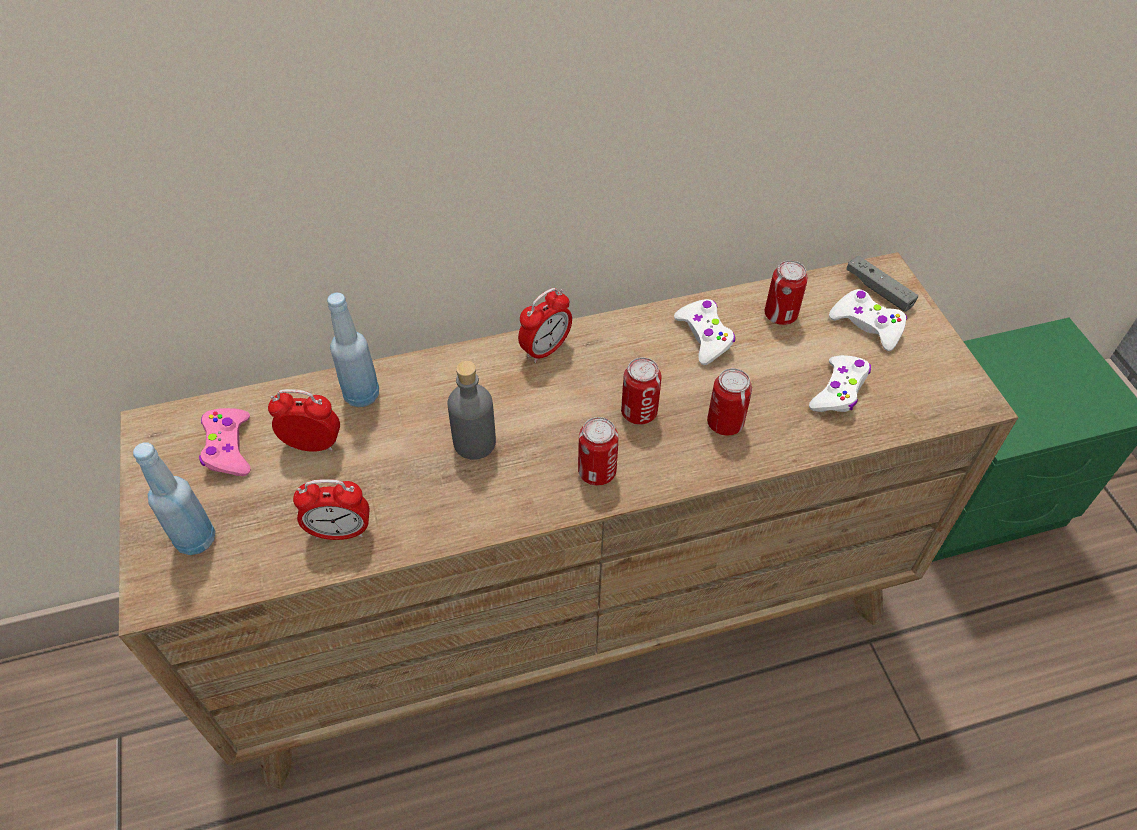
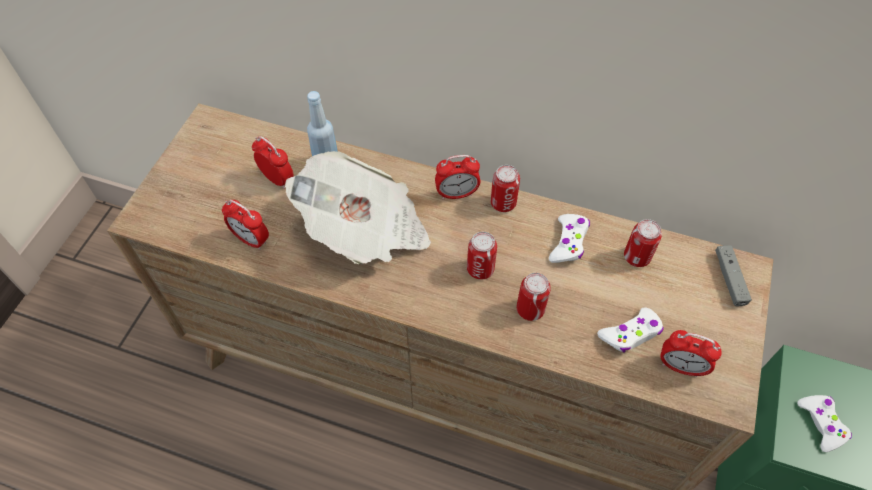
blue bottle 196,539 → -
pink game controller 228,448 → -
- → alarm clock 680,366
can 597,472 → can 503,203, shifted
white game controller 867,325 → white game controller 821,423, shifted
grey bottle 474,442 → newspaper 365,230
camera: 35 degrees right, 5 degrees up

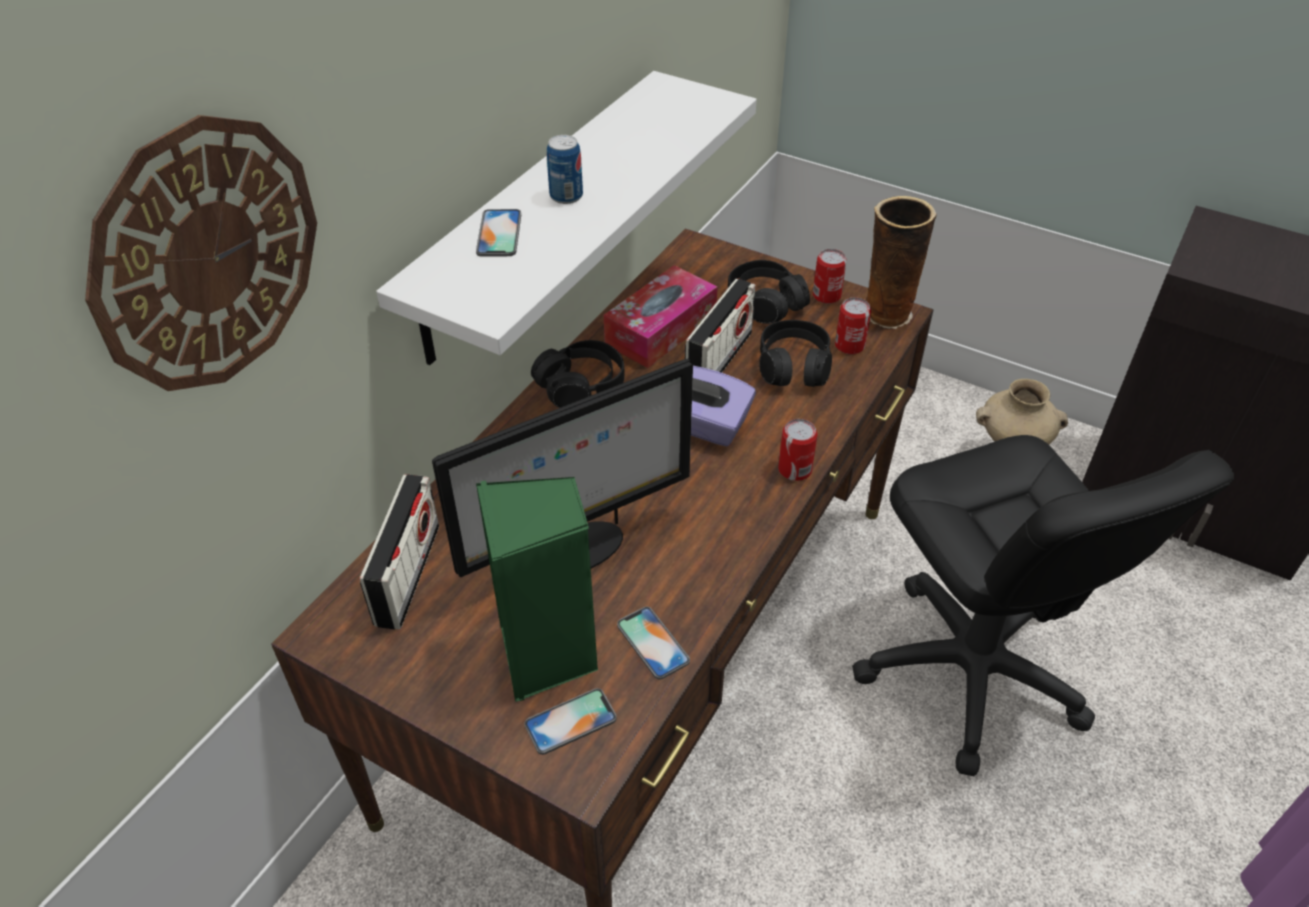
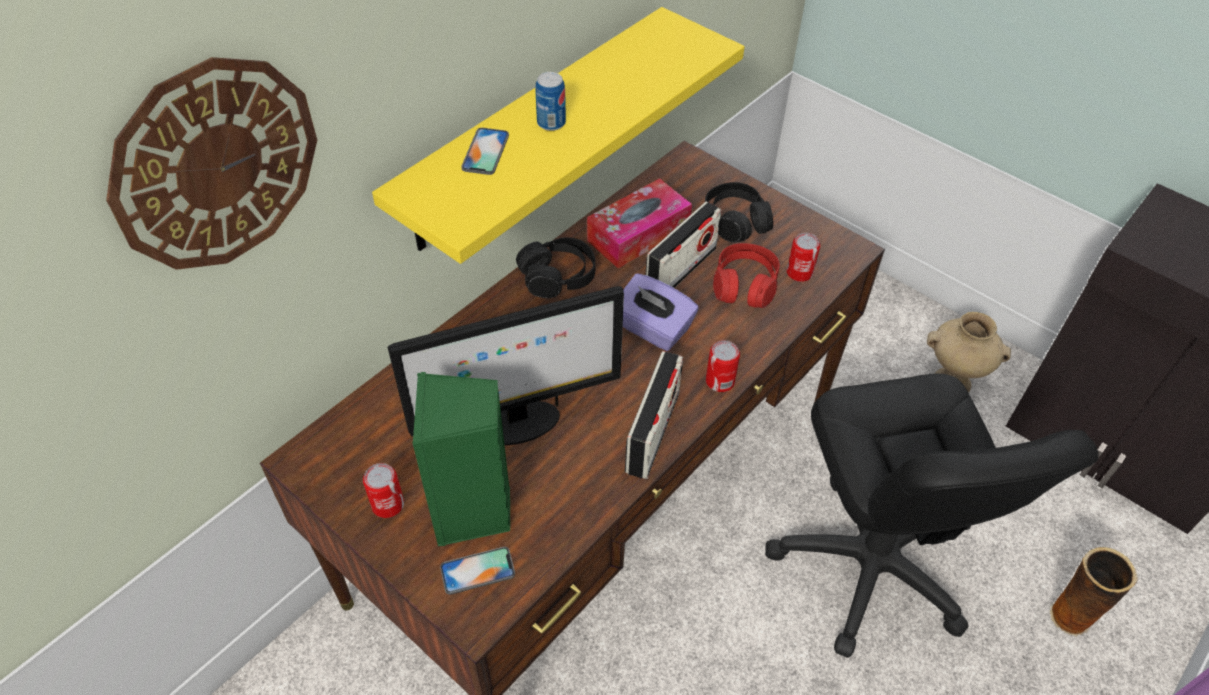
phone 653,643 → -
radio 408,574 → radio 652,432, shifted
can 826,295 → can 388,504, shifted
vase 885,314 → vase 1067,616, shifted
white shelf 537,215 → yellow shelf 533,129
black headphones 793,366 → red headphones 744,285
camera: 10 degrees right, 5 degrees up

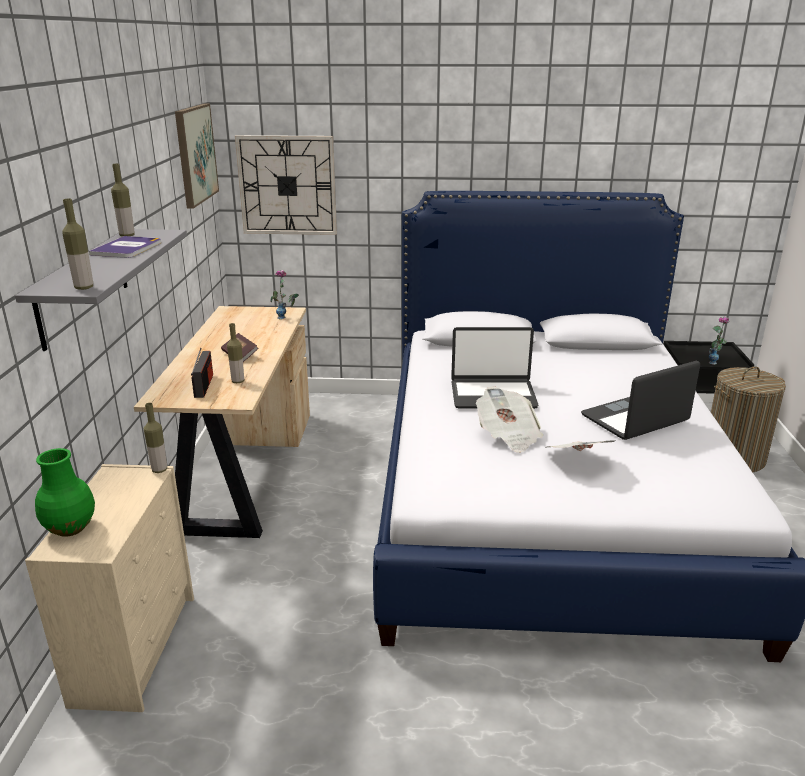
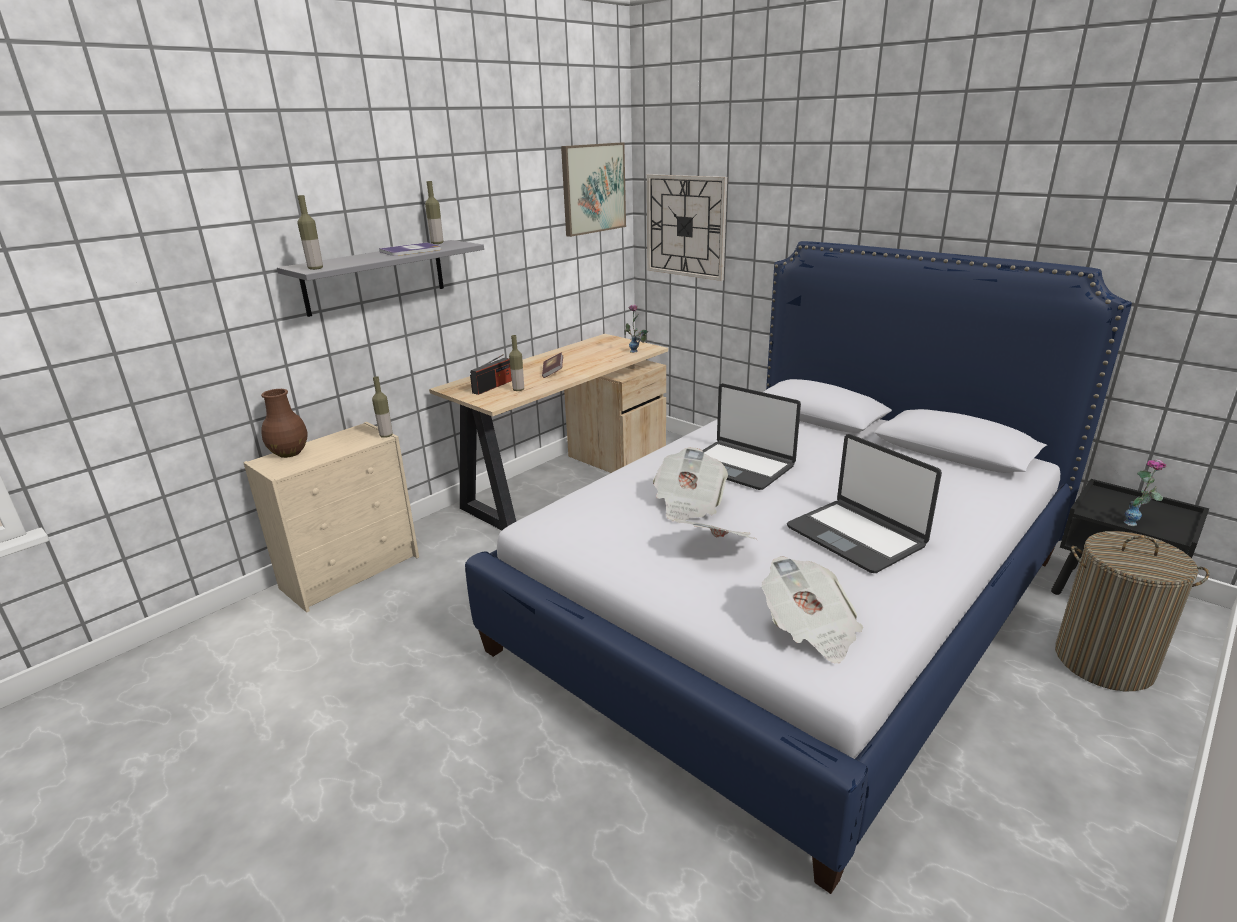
- → newspaper 810,630
green vase 69,528 → brown vase 288,453
laptop 635,419 → laptop 856,536, 135 degrees counterclockwise
camera: 40 degrees right, 0 degrees up

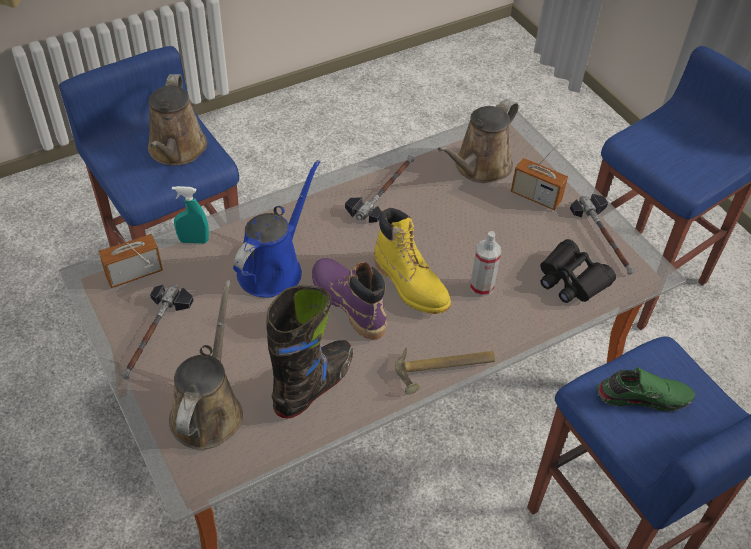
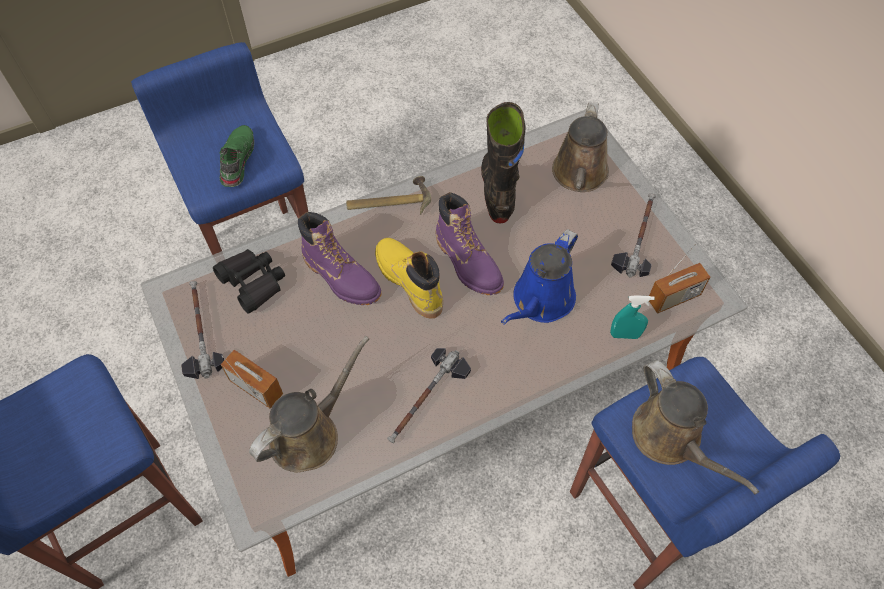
spray bottle 481,287 → purple boot 341,277
brown watering can 176,150 → brown watering can 671,438, 150 degrees clockwise
black boot 314,385 → black boot 497,192, 135 degrees clockwise
green shoe 643,395 → green shoe 236,160, 90 degrees clockwise
camera: 175 degrees left, 10 degrees up

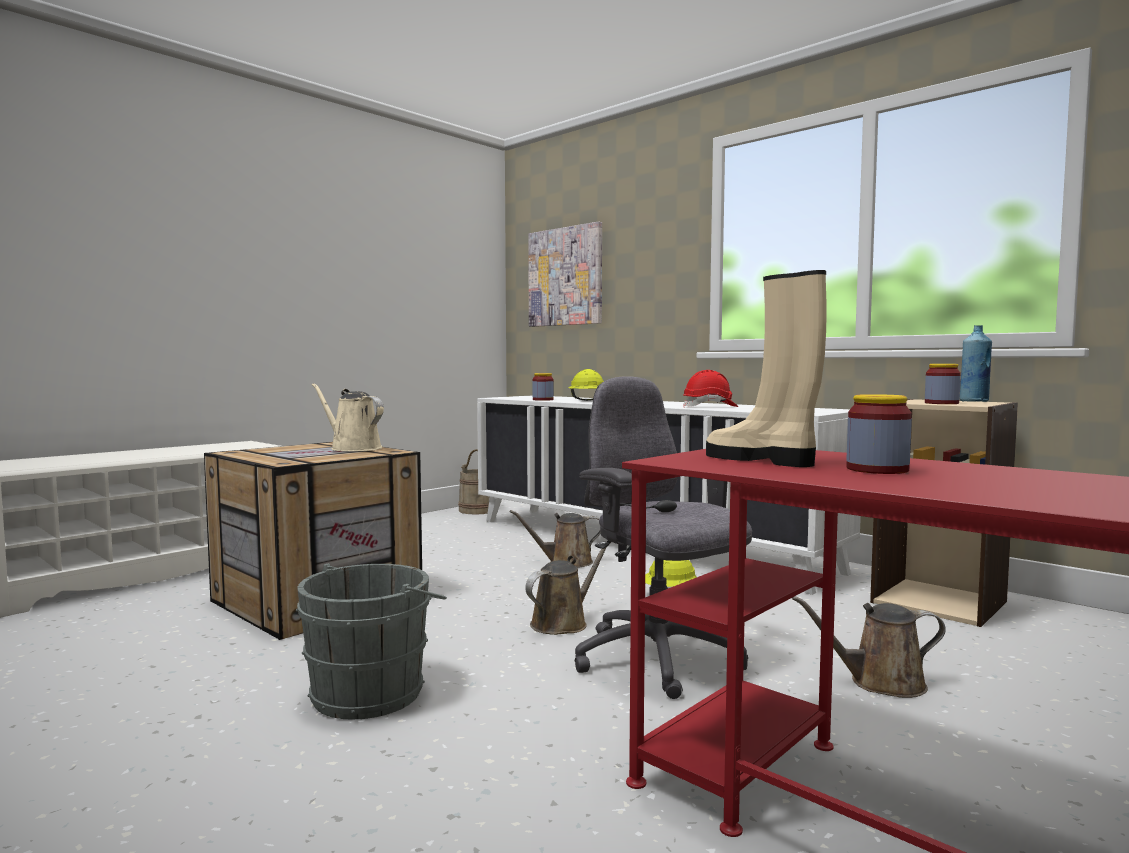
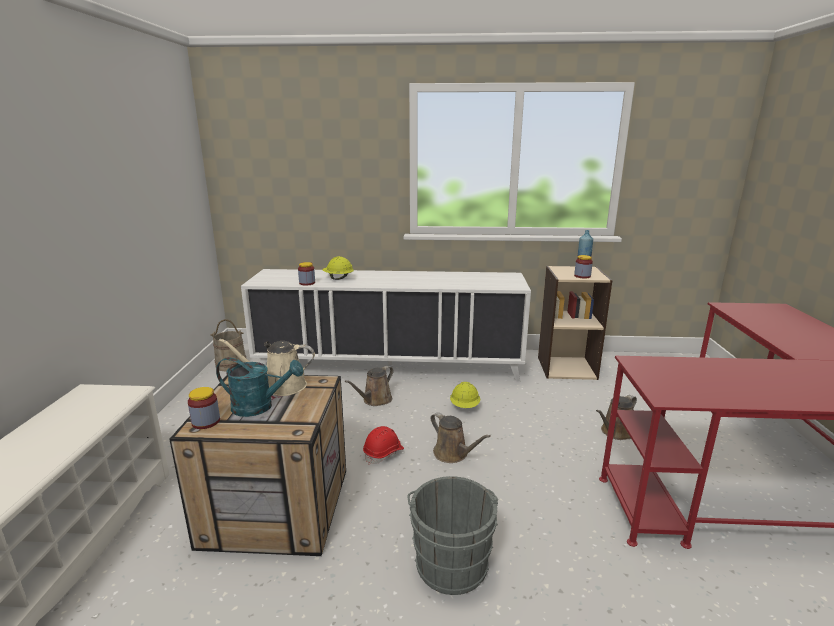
picture 565,277 → -
grey office chair 658,660 → -
beige boot 762,460 → -
- → turquoise watering can 260,407
red hard hat 710,407 → red hard hat 383,453, shifted
jar 877,469 → jar 206,422, shifted
brown watering can 563,623 → brown watering can 453,454, 135 degrees clockwise
camera: 40 degrees left, 15 degrees up

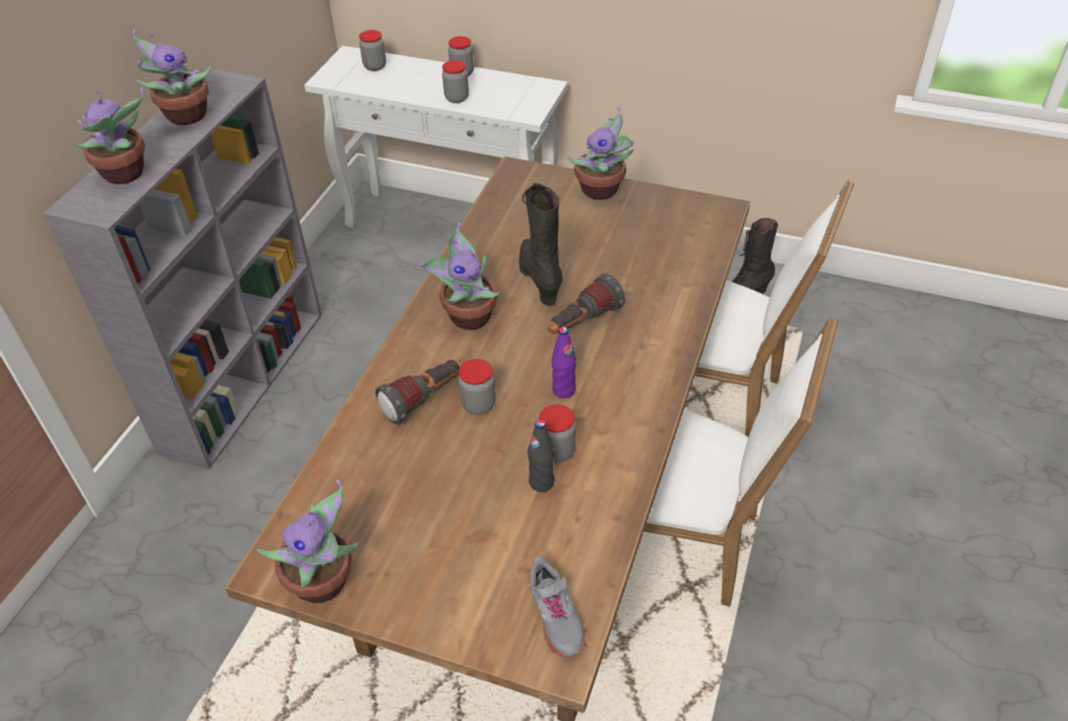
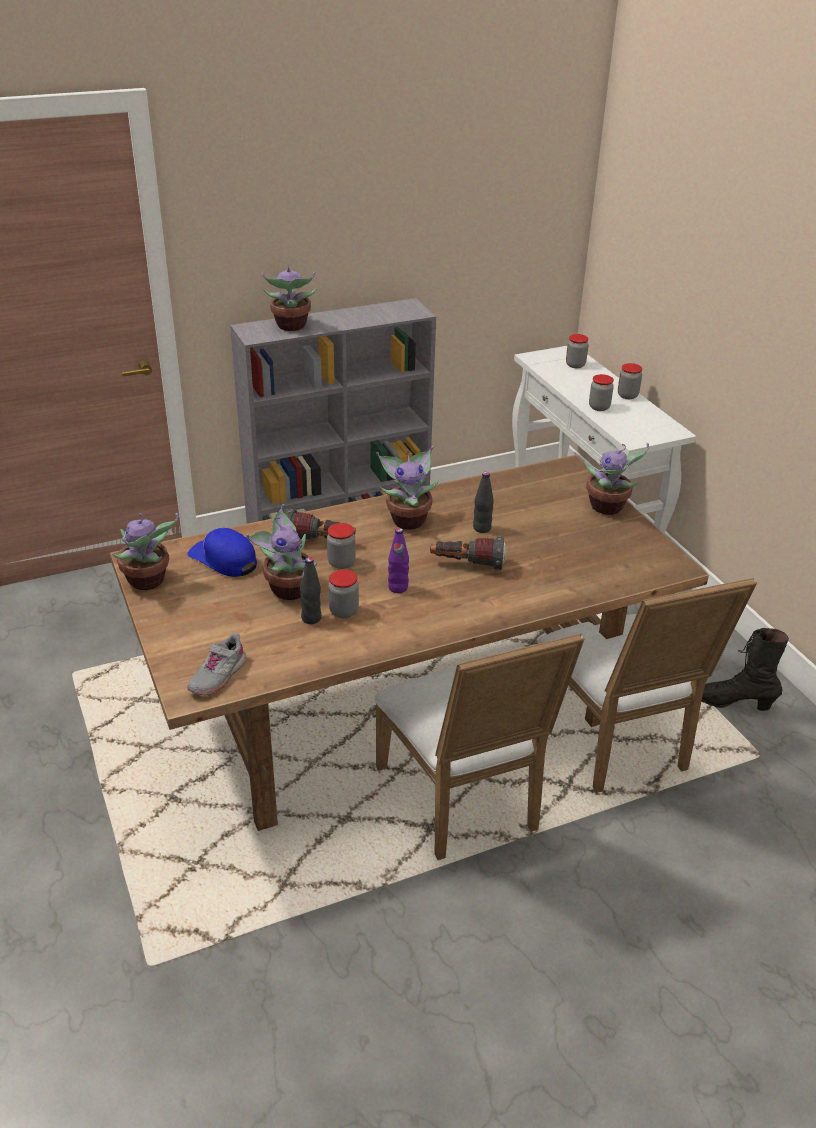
- → blue cap 223,559
potted plant 184,116 → potted plant 287,589, shifted
black boot 540,279 → black bottle 482,528
camera: 45 degrees right, 10 degrees down

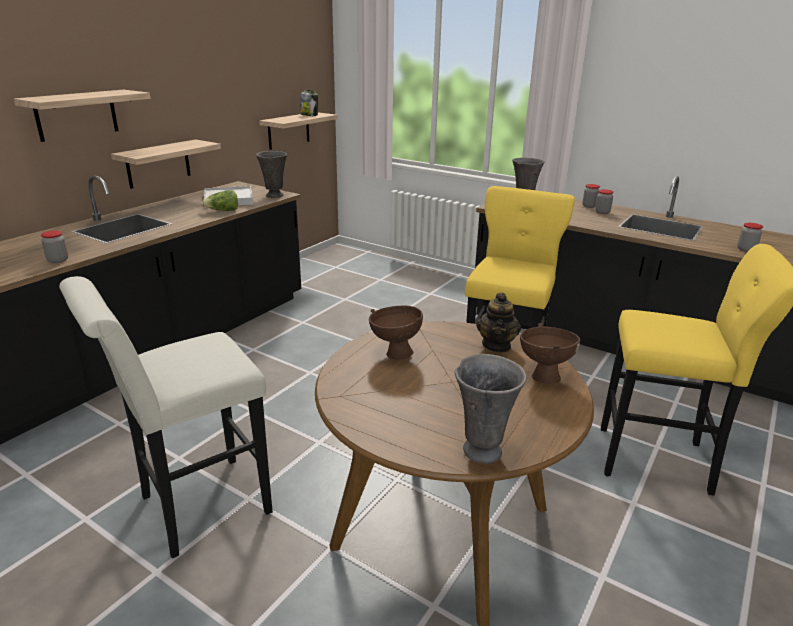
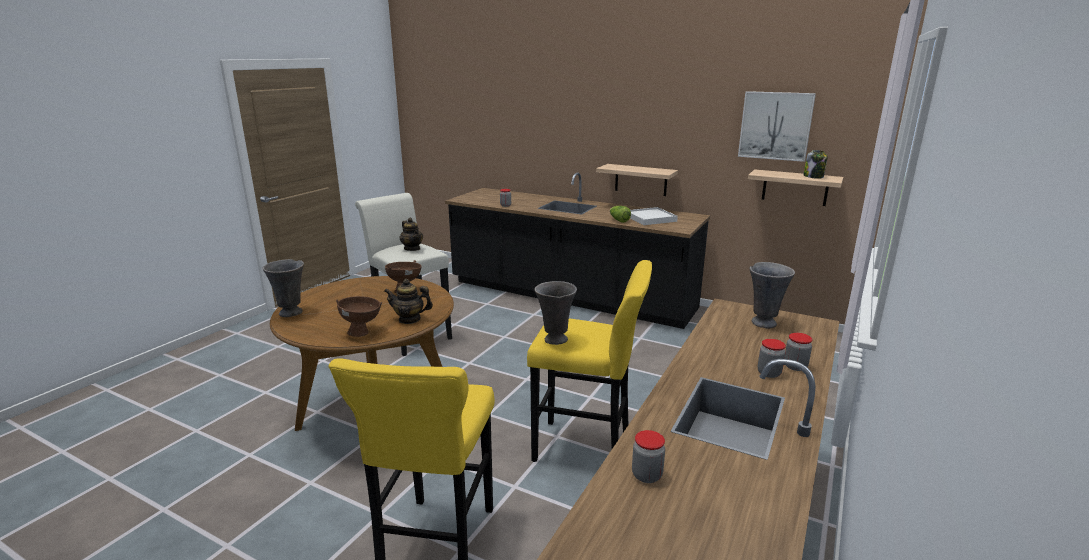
shelf 76,115 → -
- → teapot 412,248
- → picture 775,126
grey vase 275,196 → grey vase 555,340, shifted
camera: 85 degrees right, 5 degrees down

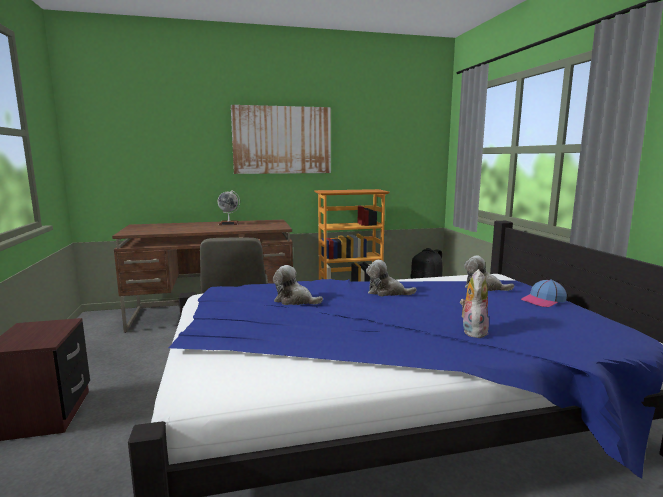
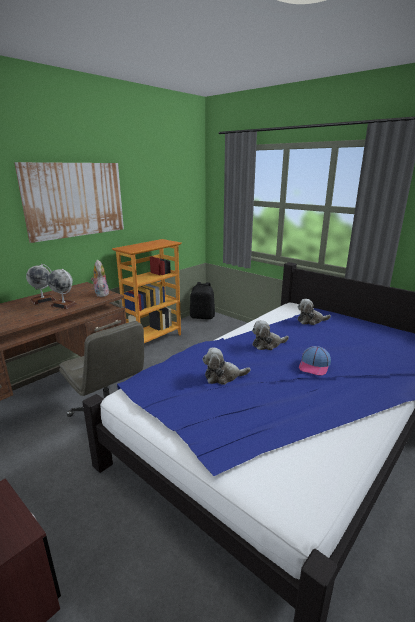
- → globe 64,305
plush toy 472,331 → plush toy 101,294, shifted
cap 543,300 → cap 314,365, shifted
camera: 35 degrees left, 10 degrees up

